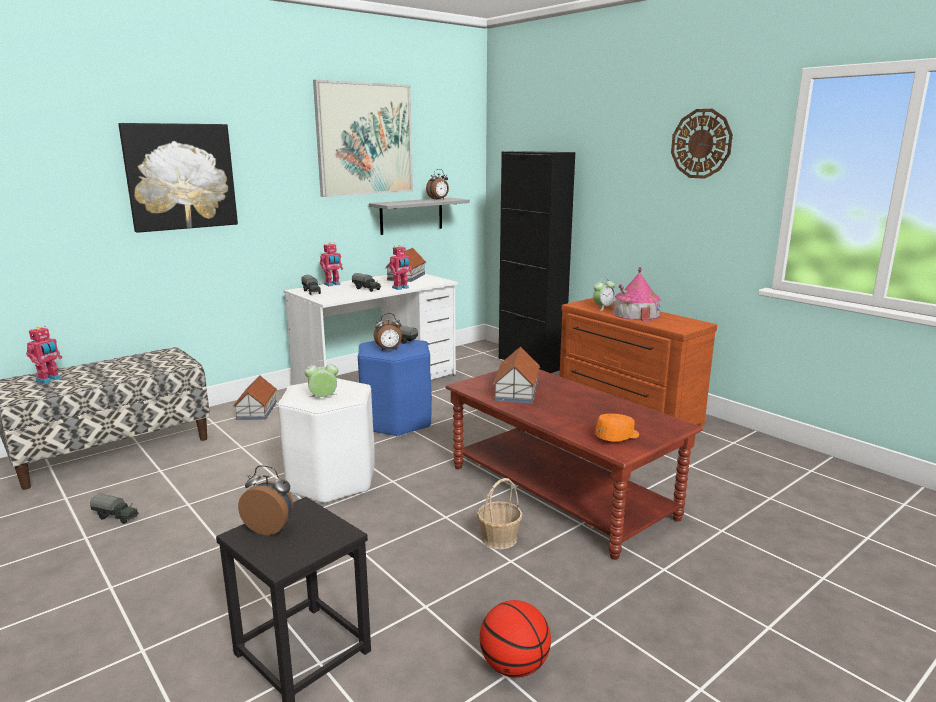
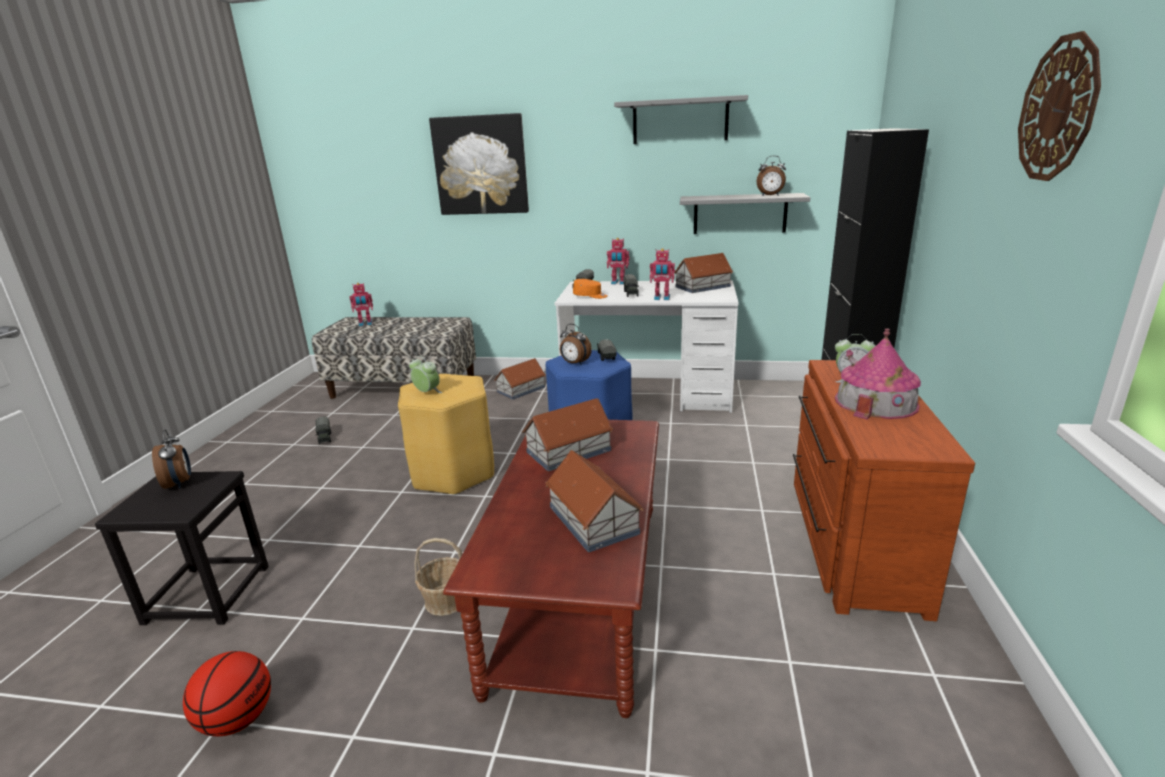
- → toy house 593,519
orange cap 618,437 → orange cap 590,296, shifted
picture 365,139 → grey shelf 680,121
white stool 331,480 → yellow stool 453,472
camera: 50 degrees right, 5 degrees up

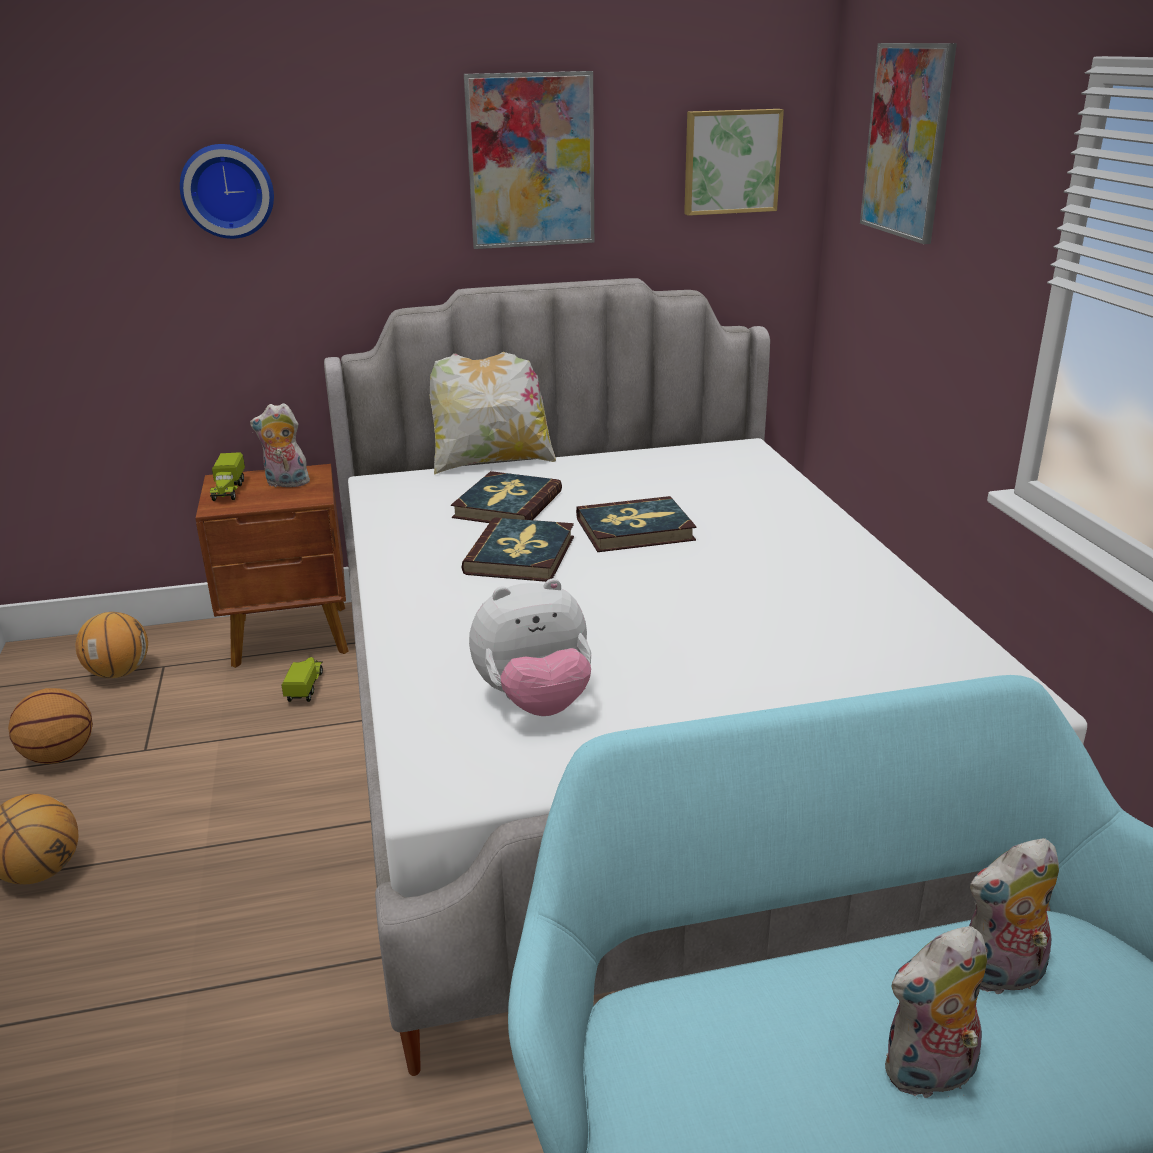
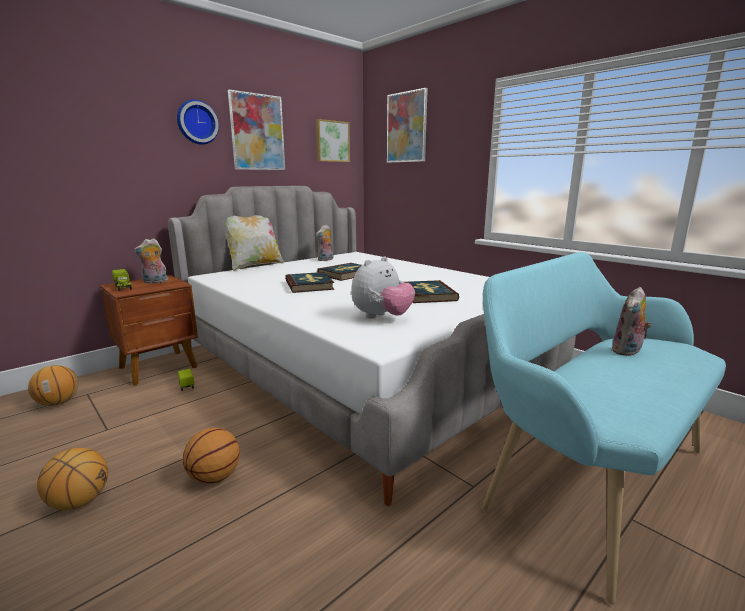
basketball 60,756 → basketball 214,477, shifted
wall clock 227,191 → wall clock 197,122, shifted
book 507,504 → book 427,294, shifted
plush toy 929,1075 → plush toy 325,260, shifted
camera: 30 degrees left, 10 degrees down

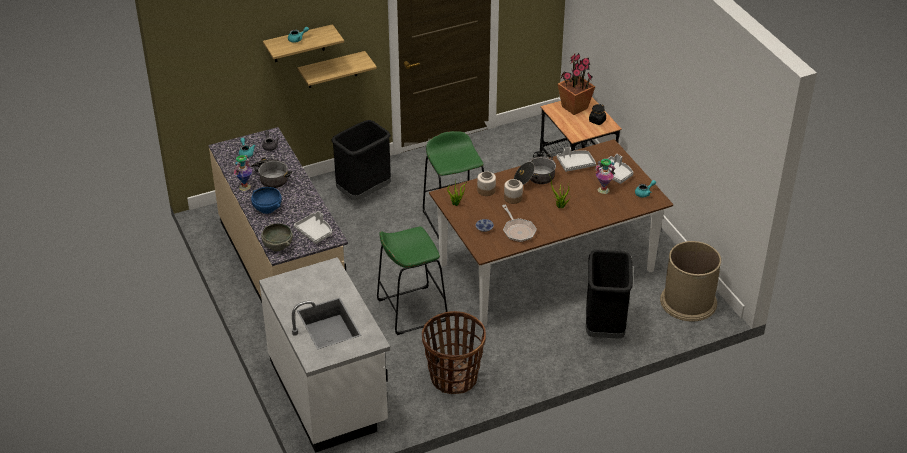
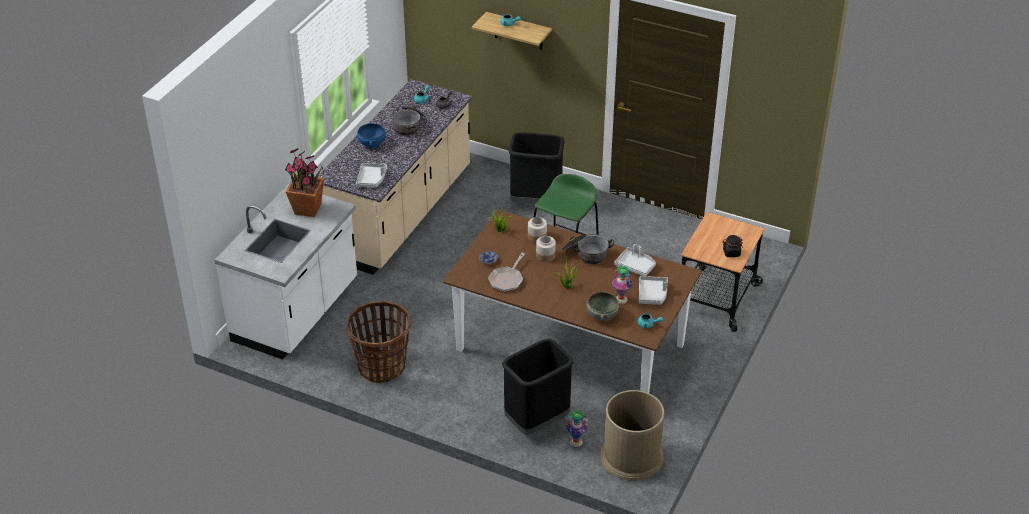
shelf 332,70 → -
green stool 411,310 → -
vase 245,187 → vase 576,442, shifted
grey bowl 277,245 → grey bowl 601,315, shifted
potted plant 575,107 → potted plant 308,209, shifted
camera: 50 degrees right, 0 degrees up

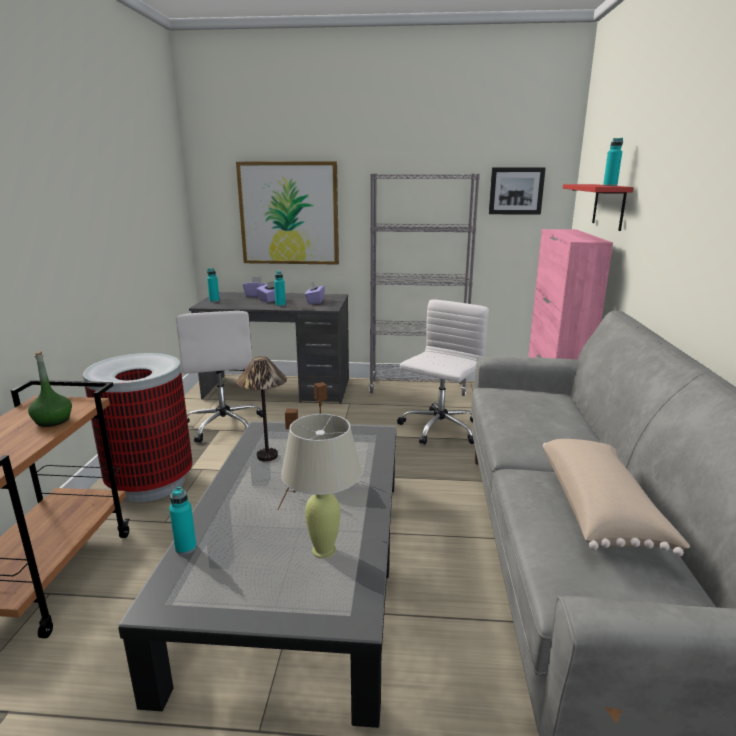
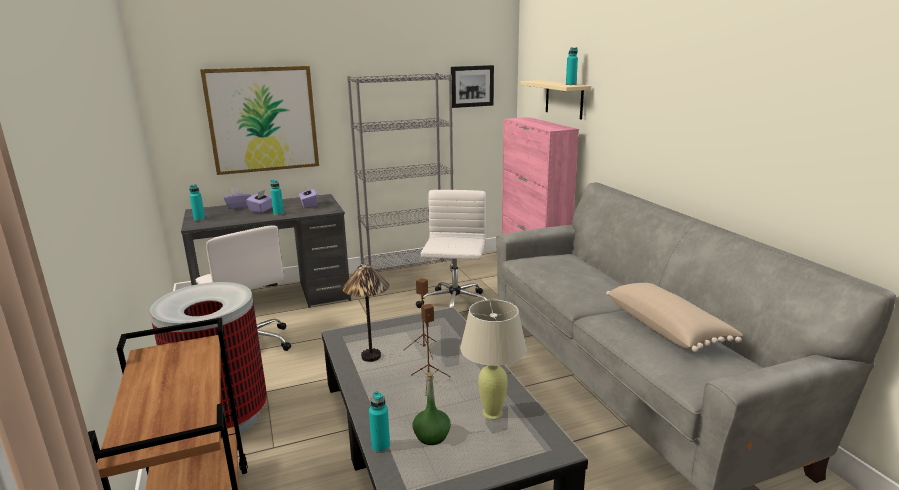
green bottle 53,421 → green bottle 432,436, shifted
red shelf 609,206 → beige shelf 564,99
camera: 25 degrees left, 0 degrees up

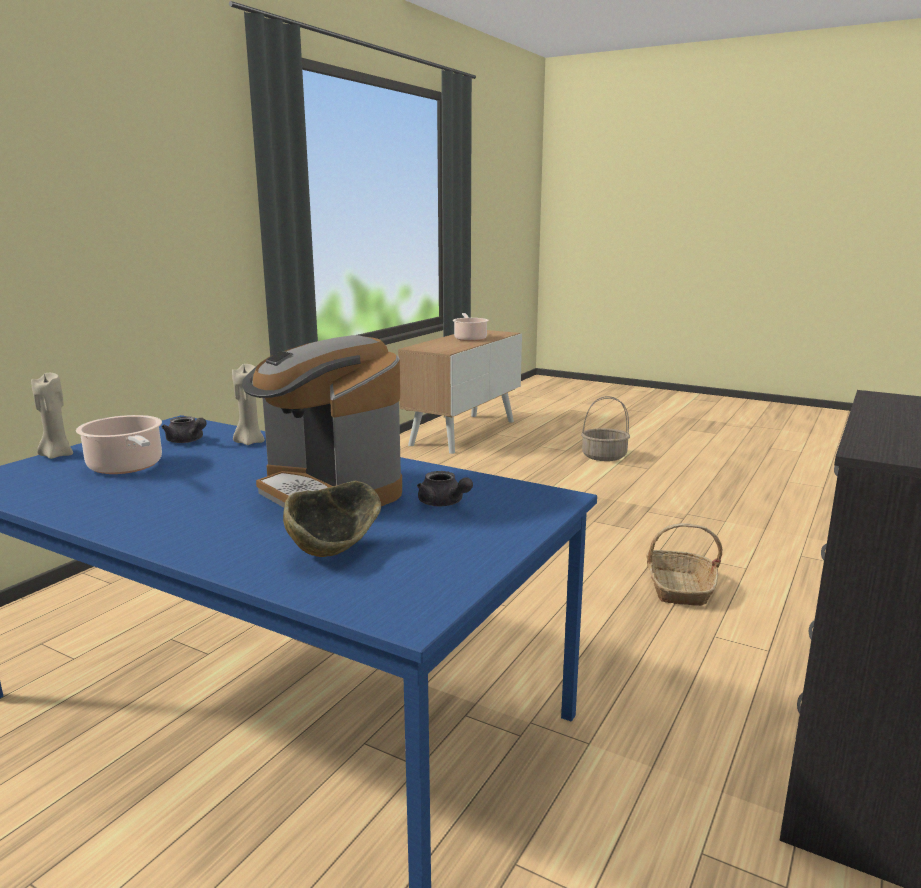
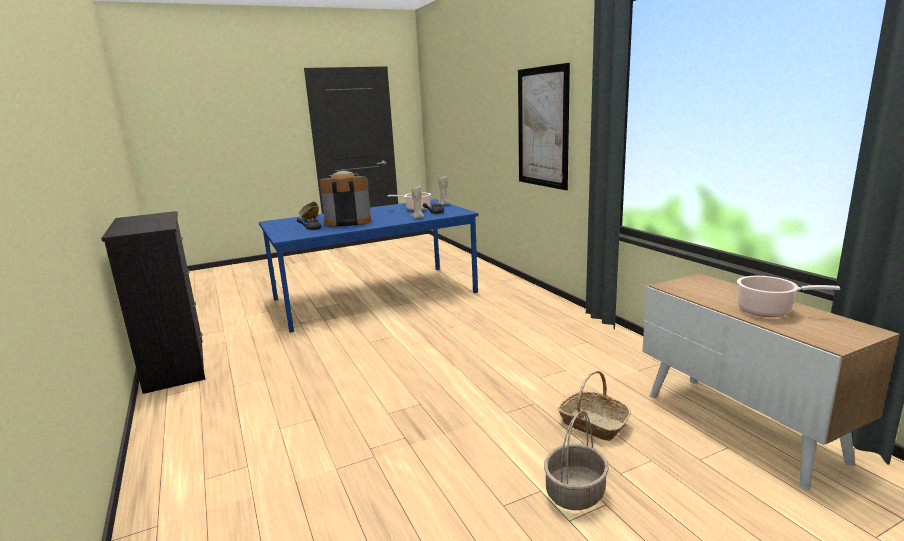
- → picture 542,127
basket 679,588 → basket 592,424, shifted
camera: 125 degrees right, 0 degrees up

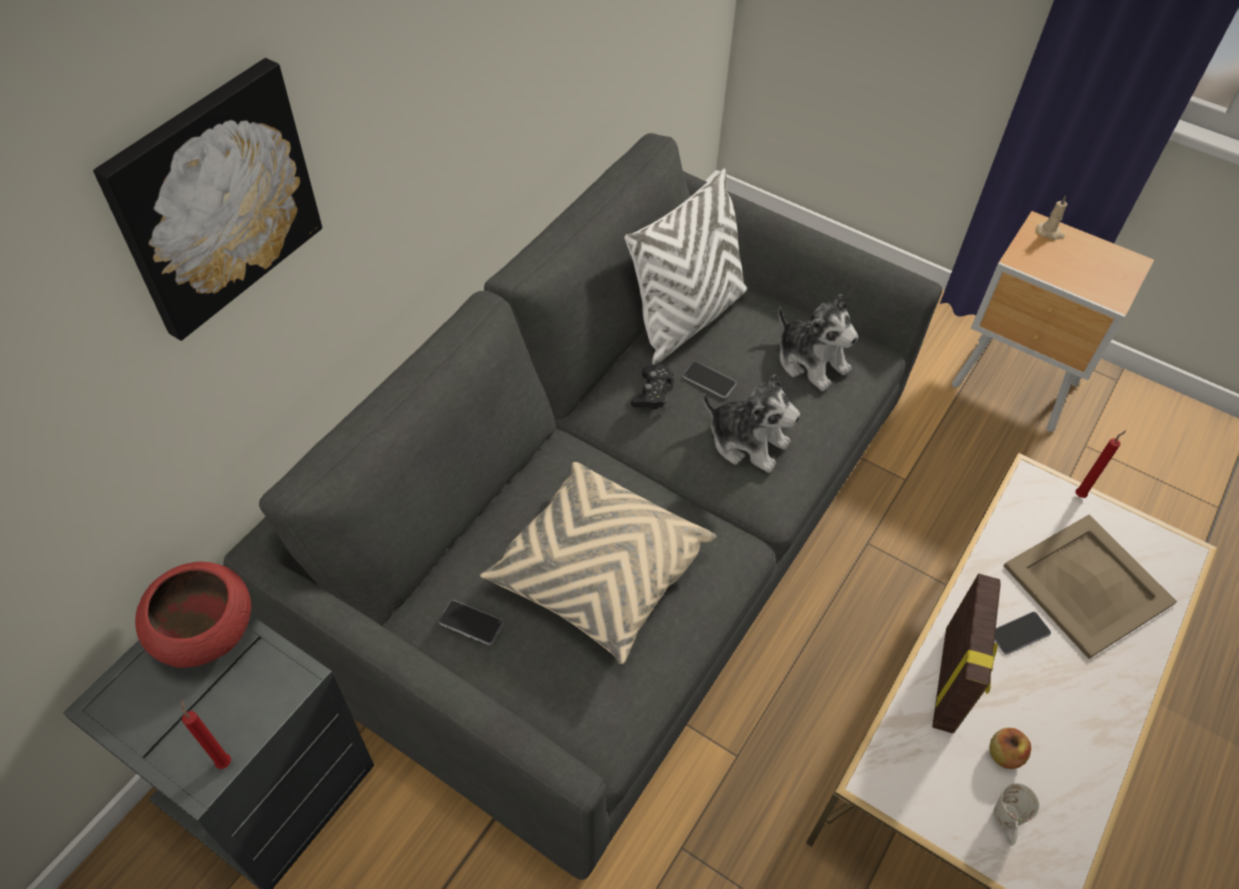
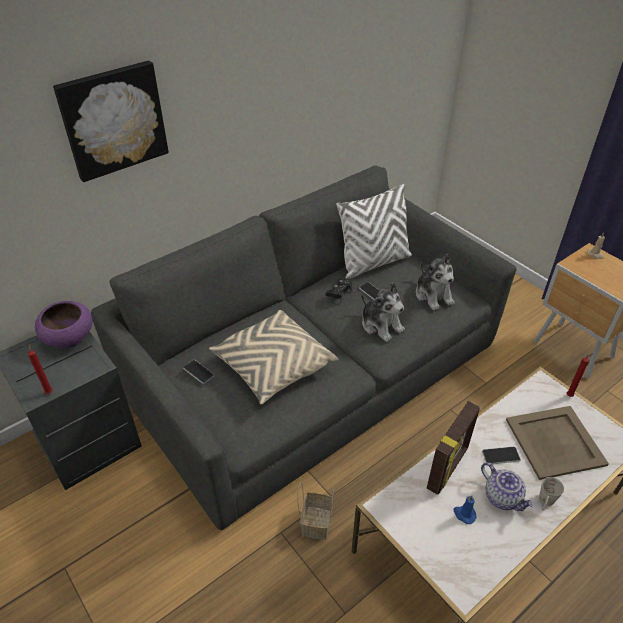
- → basket 316,521
- → teapot 503,497
white mug 1006,824 → white mug 545,503, shifted
apple 1004,755 → blue candle 464,514
red bowl 206,631 → purple bowl 69,337
camera: 20 degrees right, 10 degrees down

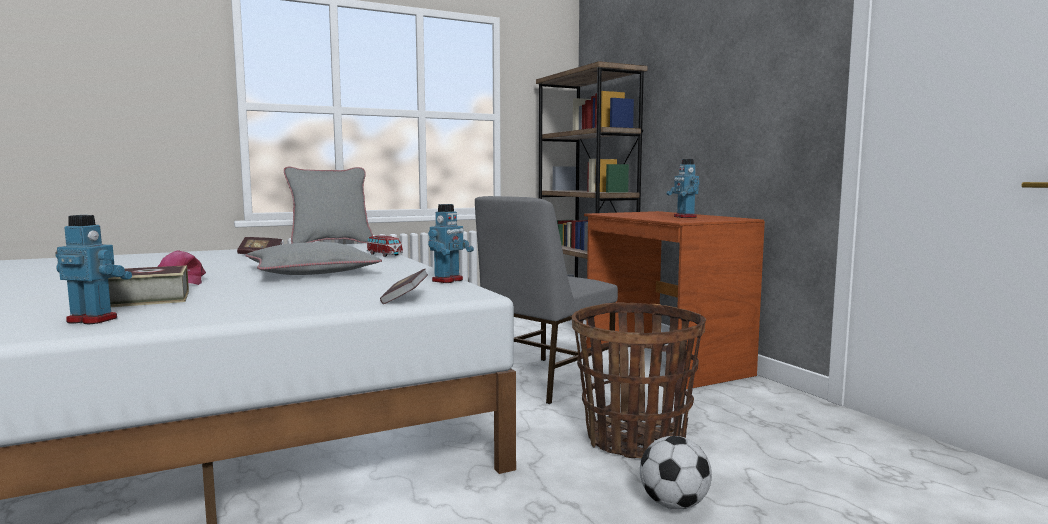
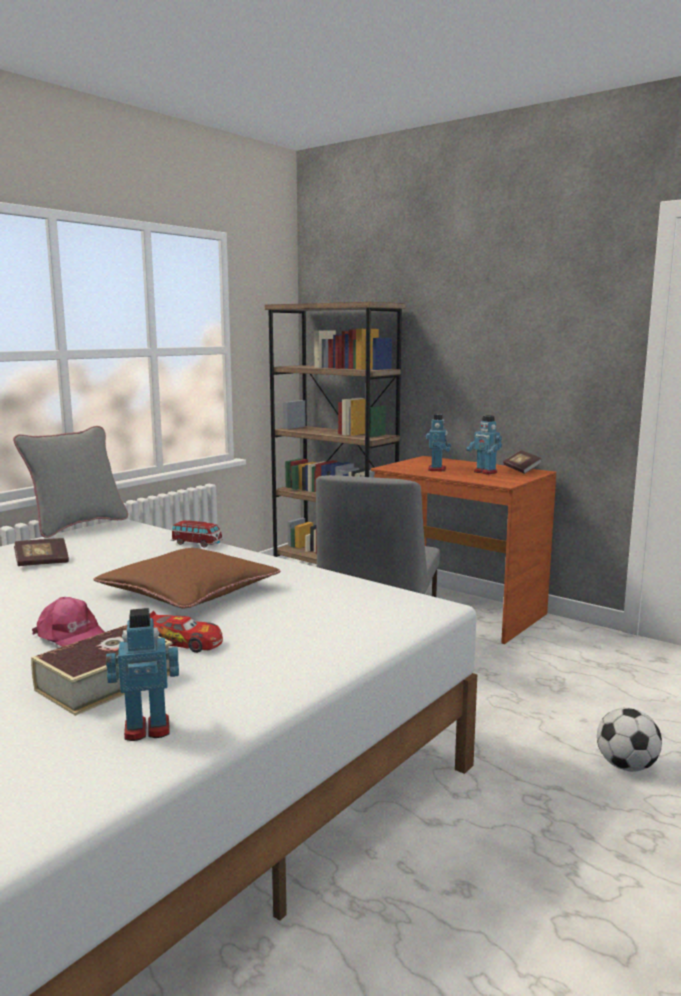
basket 635,439 → -
- → toy car 184,642
book 405,299 → book 521,470, shifted
toy robot 448,280 → toy robot 437,469, shifted
grey pillow 312,272 → brown pillow 189,591
camera: 25 degrees left, 5 degrees up

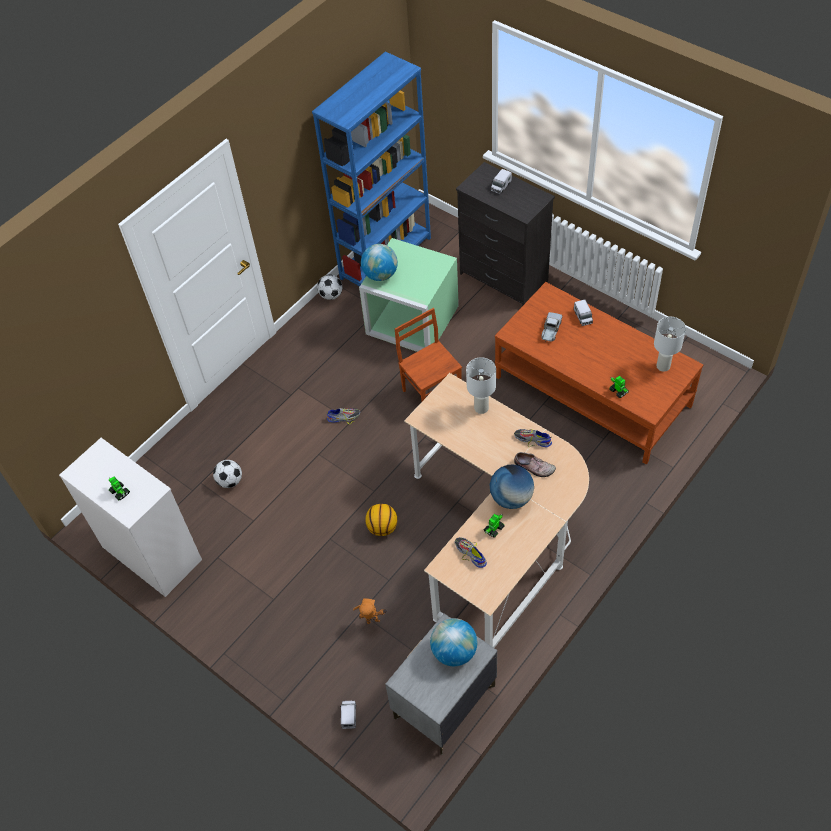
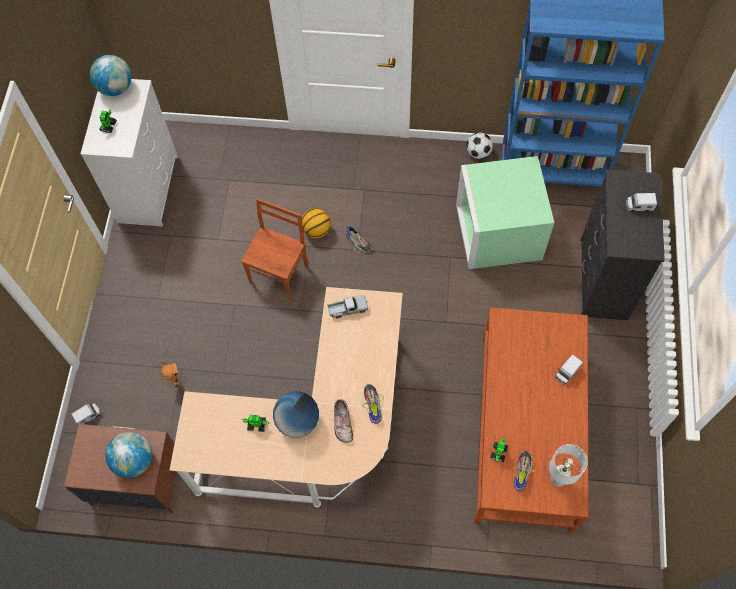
football 230,481 → -
white table lamp 481,408 → -
globe 380,275 → globe 116,88, shifted
basketball 382,527 → basketball 316,230, shifted
brown chair 432,392 → brown chair 280,273, shifted
shoe 470,553 → shoe 522,471, shifted
toy truck 551,330 → toy truck 347,309, shifted
grey nightstand 444,702 → brown nightstand 137,481
camera: 55 degrees right, 10 degrees up

